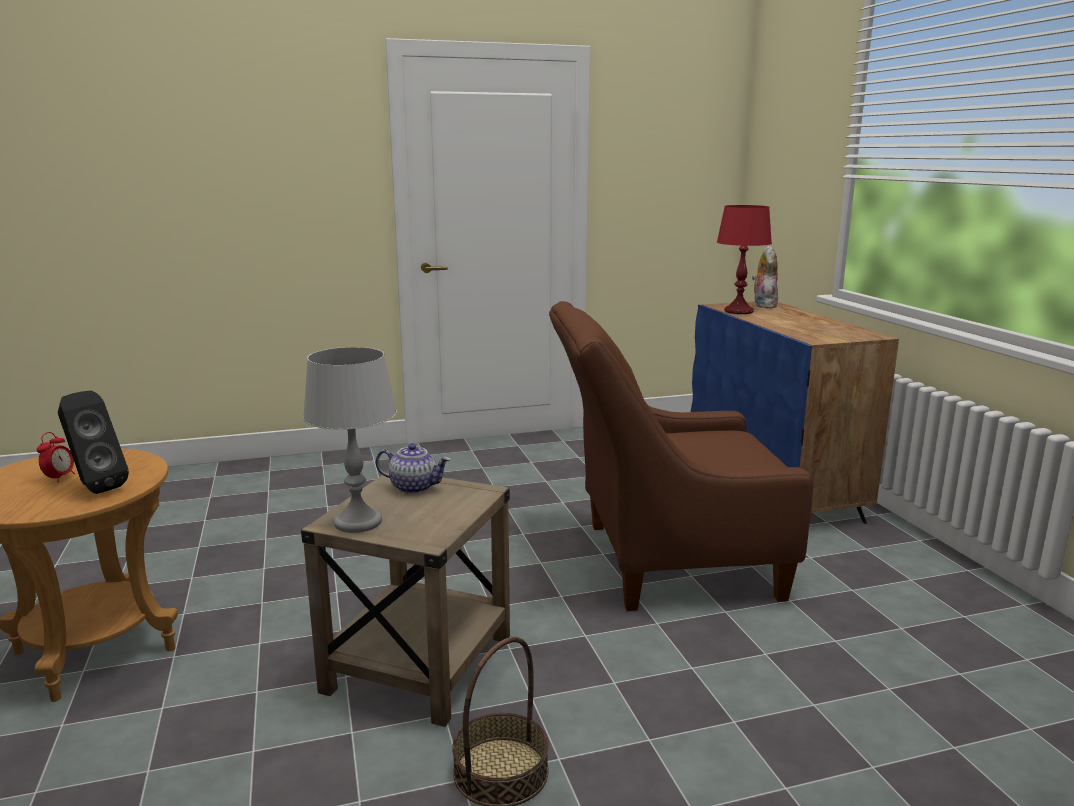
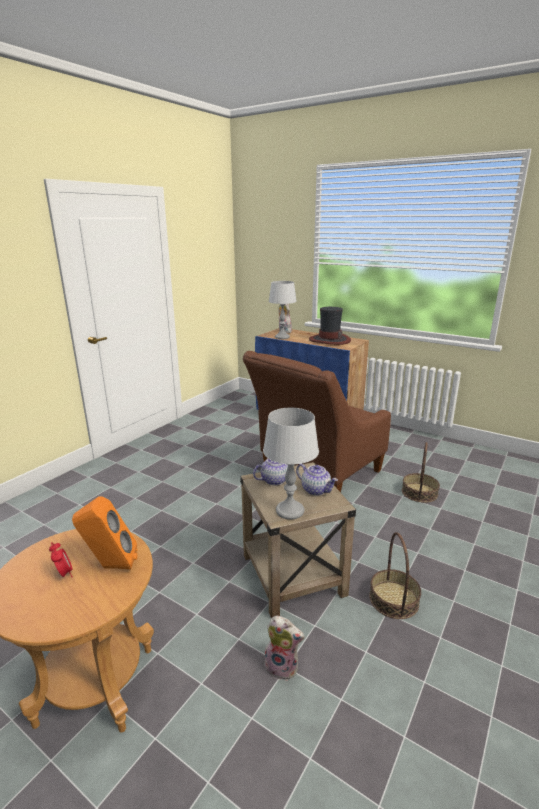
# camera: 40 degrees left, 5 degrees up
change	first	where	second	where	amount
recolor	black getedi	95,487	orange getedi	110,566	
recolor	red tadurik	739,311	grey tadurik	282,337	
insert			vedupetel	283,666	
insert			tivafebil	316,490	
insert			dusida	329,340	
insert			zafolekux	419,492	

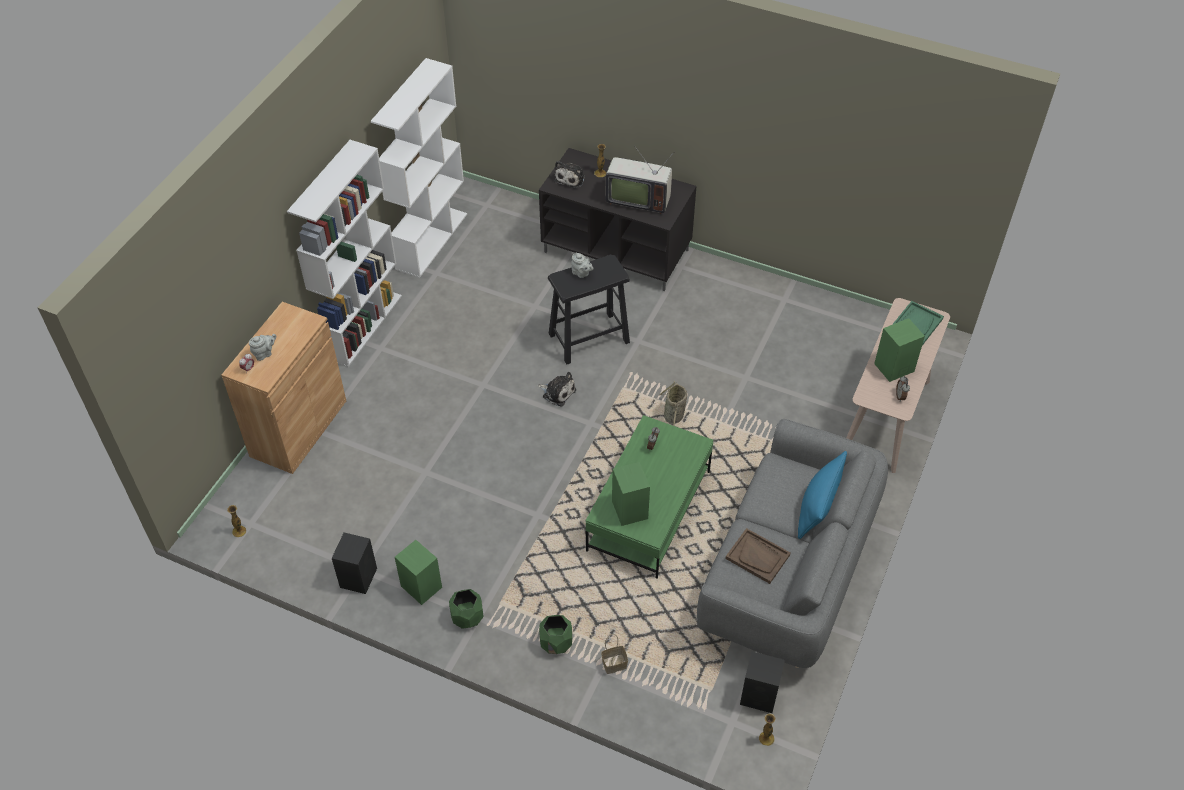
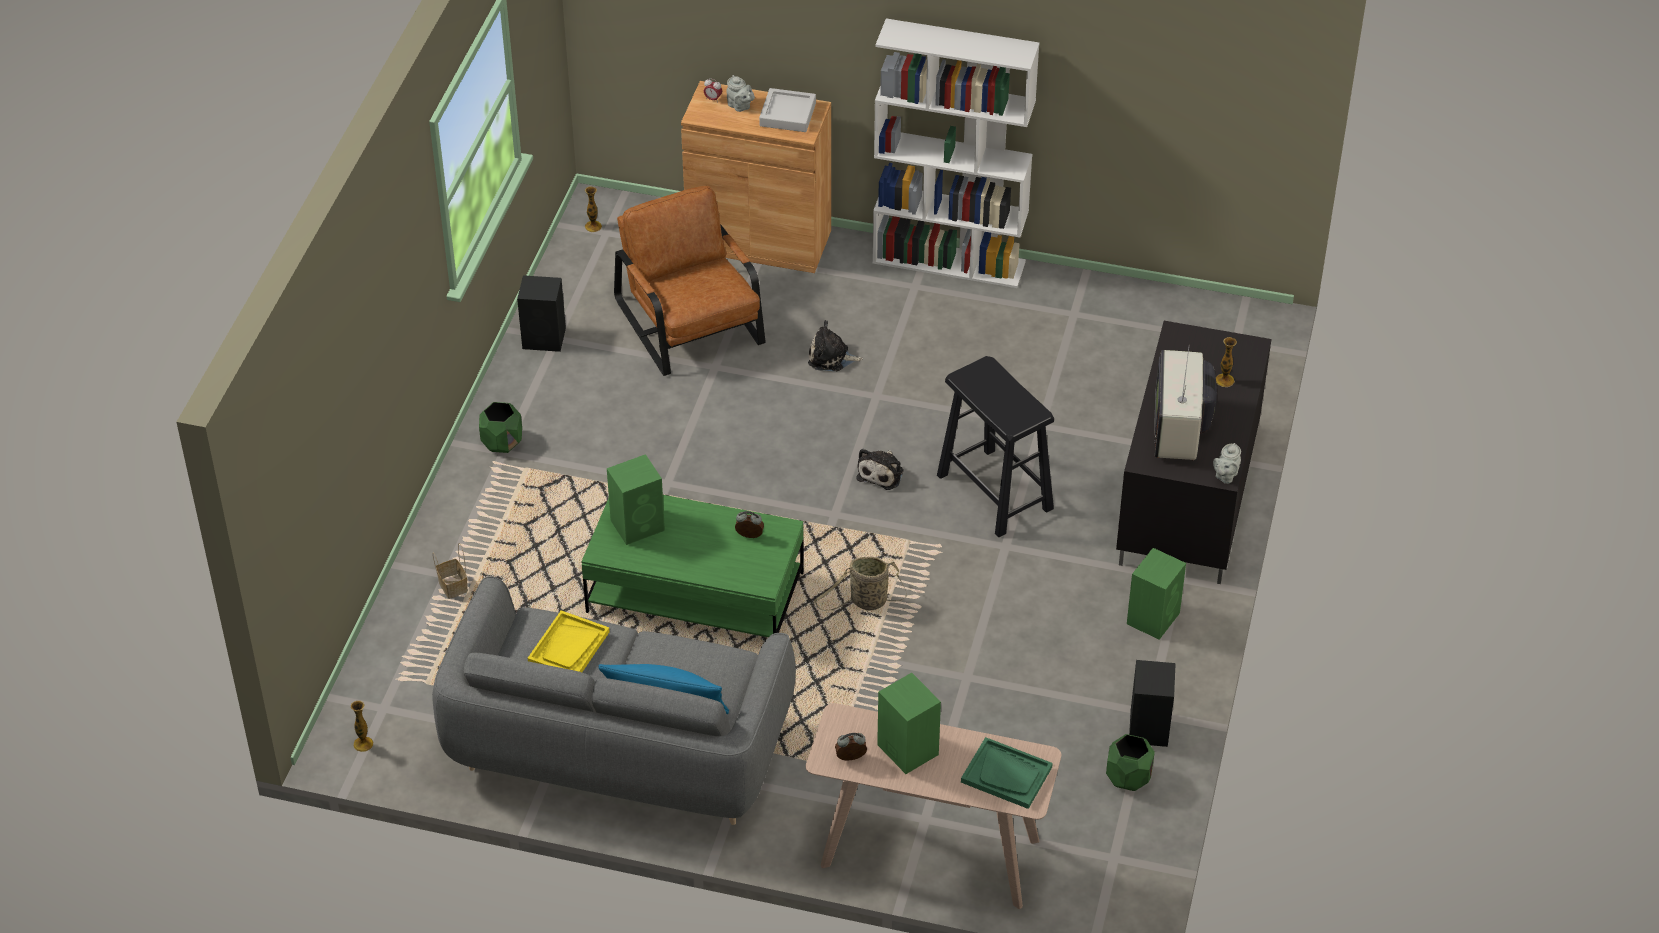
# camera: 80 degrees right, 5 degrees down
change	first	where	second	where	amount
delete	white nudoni	431,241			
move	green getedi	420,586		1153,617	
move	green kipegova	556,643		1128,778	
move	vedupetel	570,178		831,358	
move	grey tivafebil	581,273		1225,476	
recolor	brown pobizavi	757,557	yellow pobizavi	569,647	
move	black getedi	760,696		1148,729	
insert			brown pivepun	691,323	
insert			grey pobizavi	787,114	

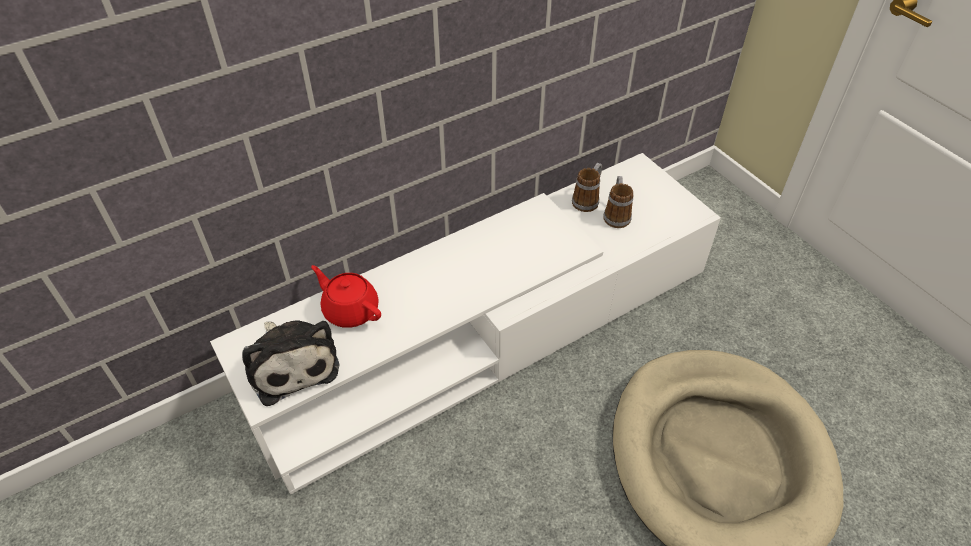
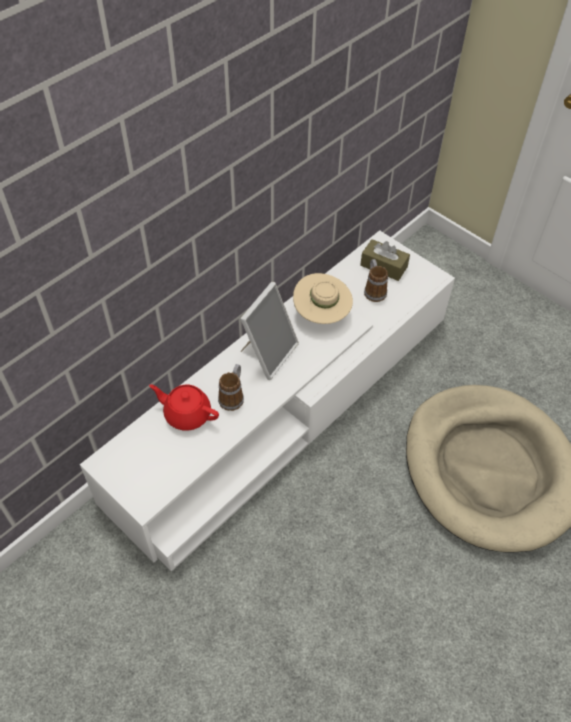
# camera: 15 degrees left, 5 degrees up
change	first	where	second	where	amount
delete	vedupetel	292,363			
move	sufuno	588,200		233,396	
insert			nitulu	268,353	
insert			beige dusida	321,314	
insert			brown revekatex	383,266	

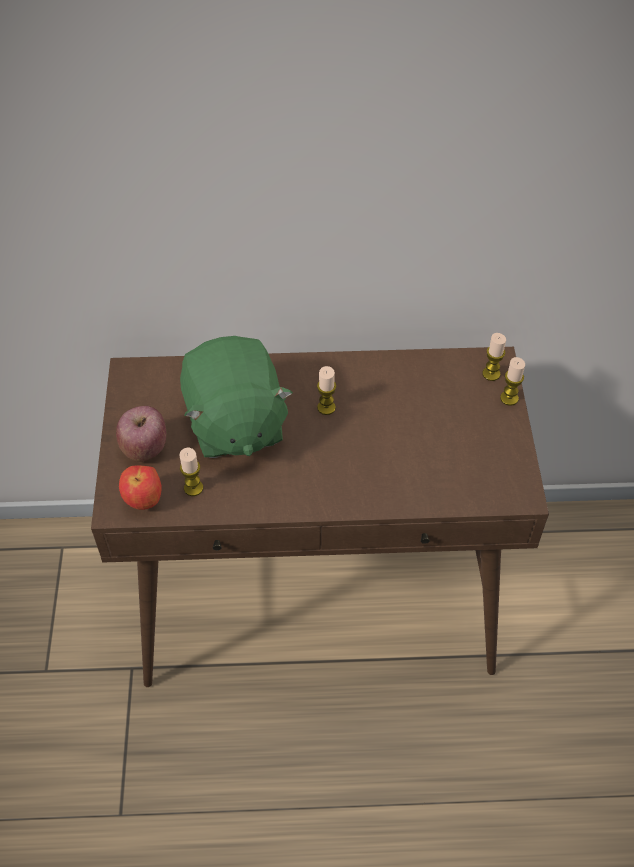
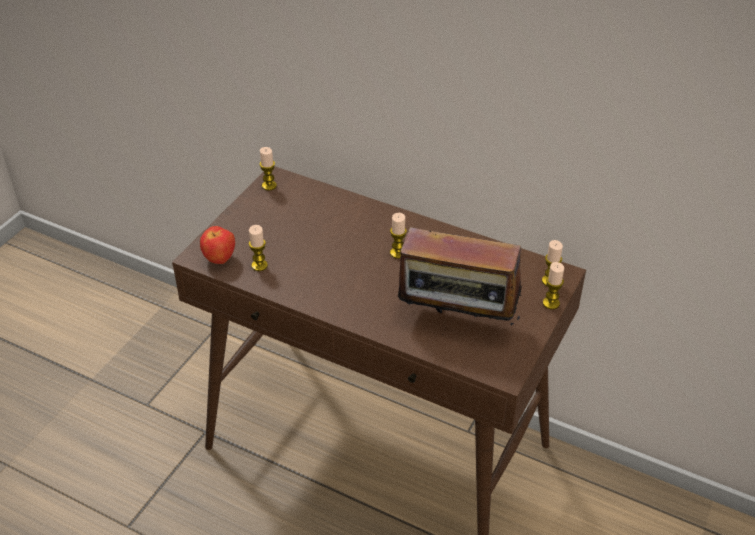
# camera: 30 degrees right, 10 degrees down
change	first	where	second	where	amount
delete	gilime	144,448			
delete	green vedupetel	234,424			
insert			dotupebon	269,186	
insert			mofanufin	457,321	

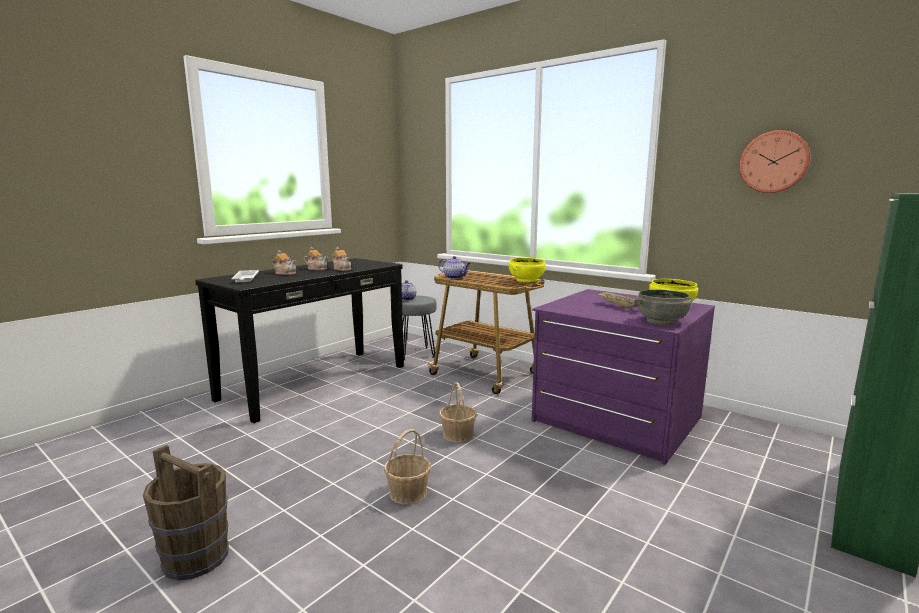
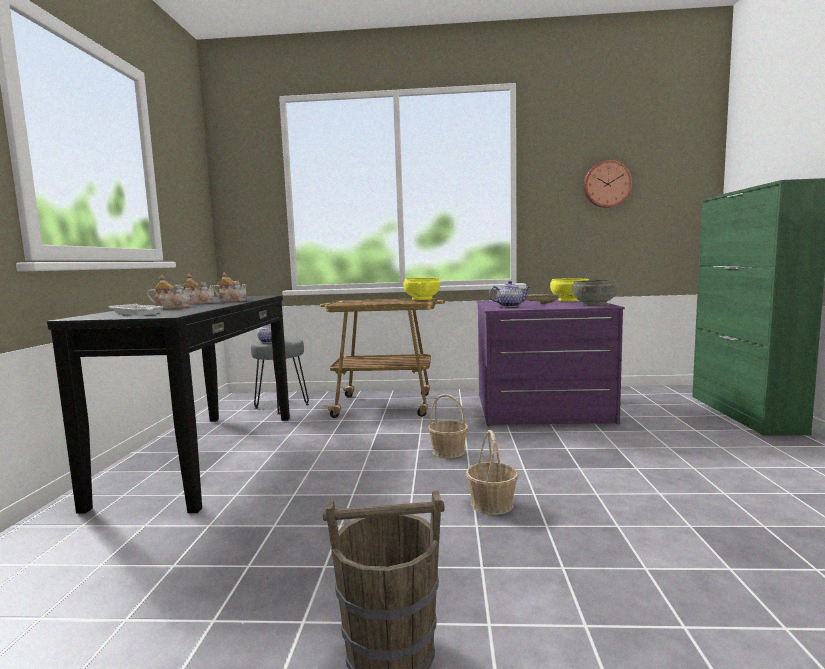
# camera: 35 degrees left, 5 degrees down
change	first	where	second	where	amount
move	tivafebil	455,277		510,306	

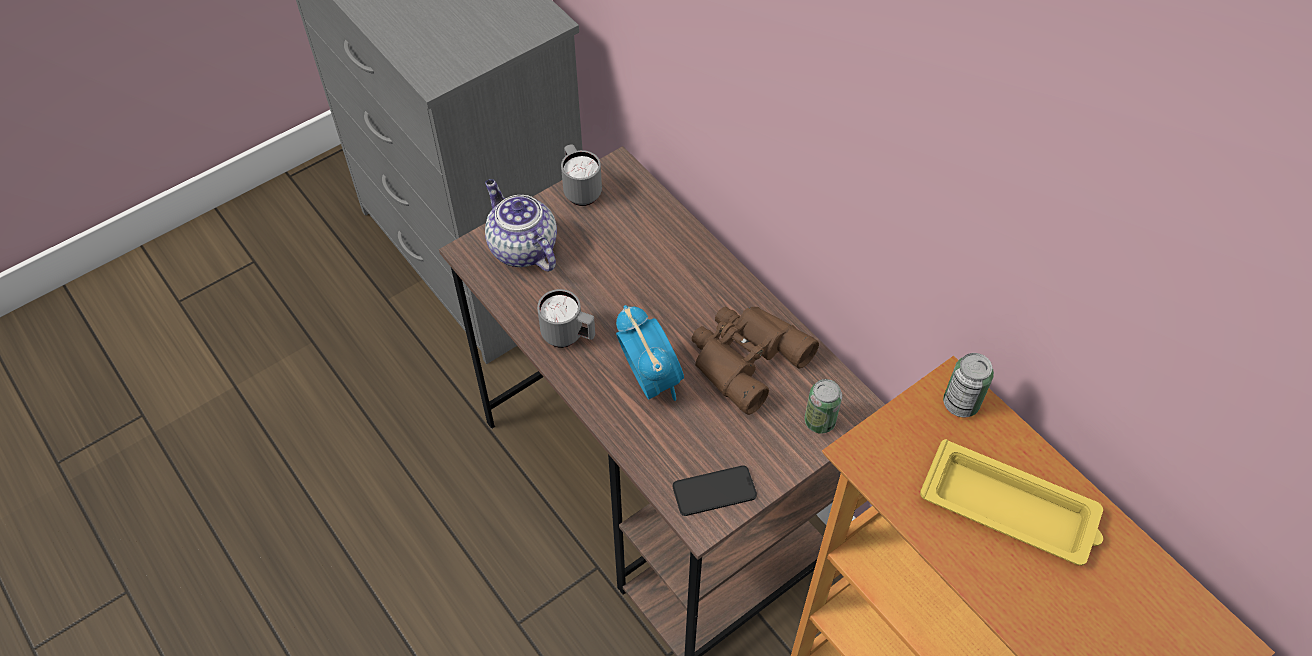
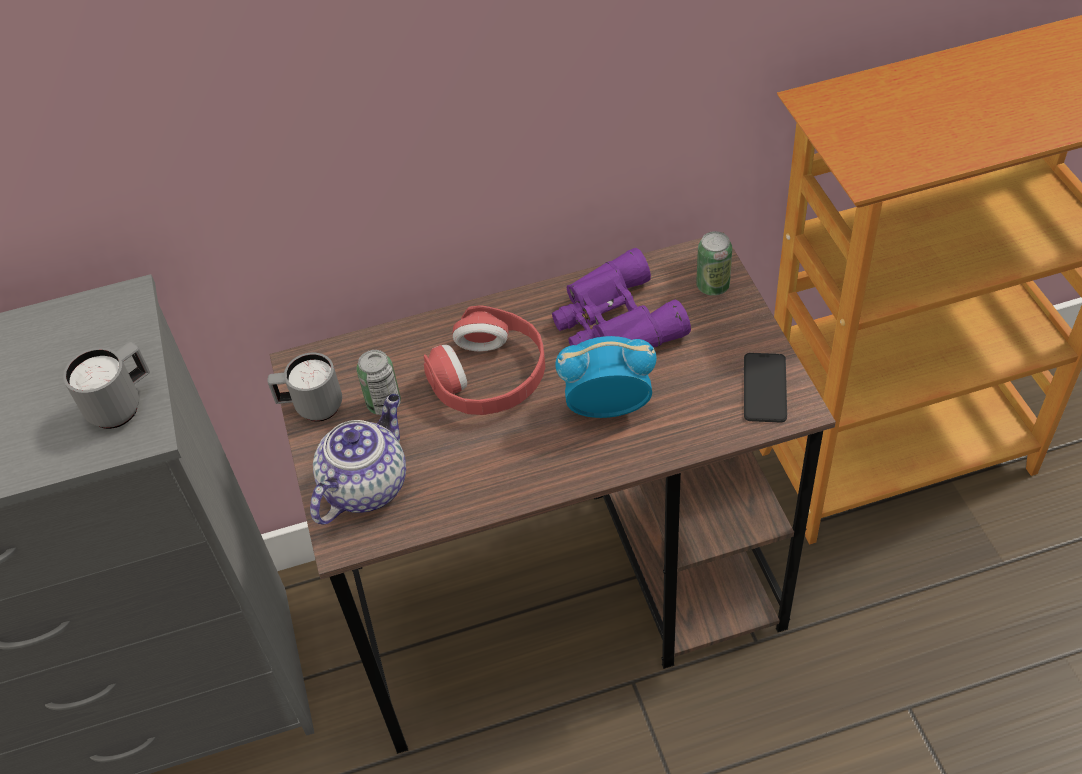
# camera: 65 degrees left, 5 degrees down
change	first	where	second	where	amount
rotate	tivafebil	521,248		366,485	135 degrees clockwise
move	grey sufuno	568,336		123,405	
recolor	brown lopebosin	744,358	purple lopebosin	613,323	
delete	yellow pobizavi	1011,509			
move	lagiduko	960,403		384,403	
insert			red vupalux	489,376	

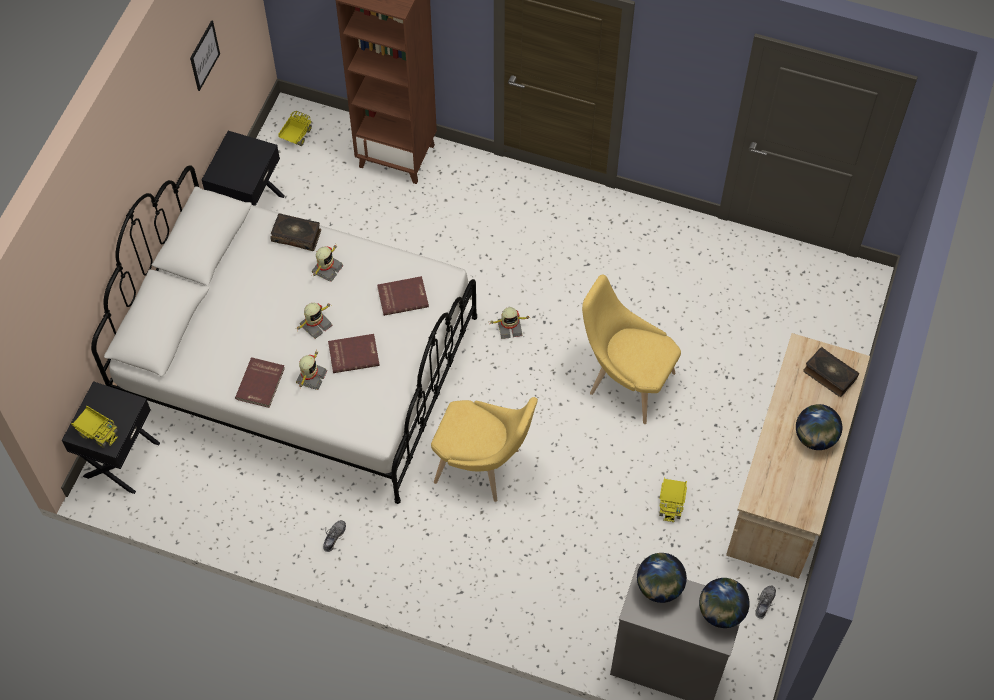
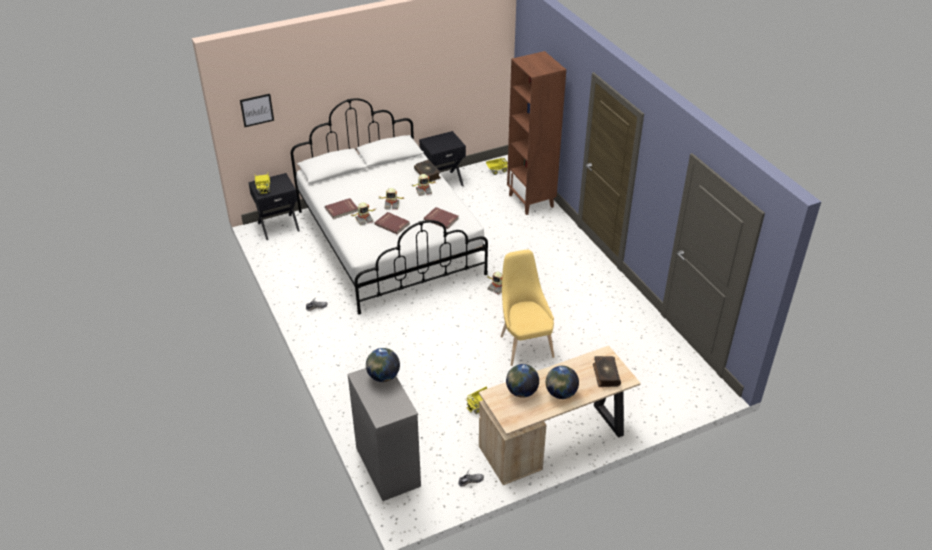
# camera: 45 degrees right, 20 degrees down
change	first	where	second	where	amount
move	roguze	204,55		257,110	
delete	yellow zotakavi	483,467			
move	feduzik	721,612		521,392	

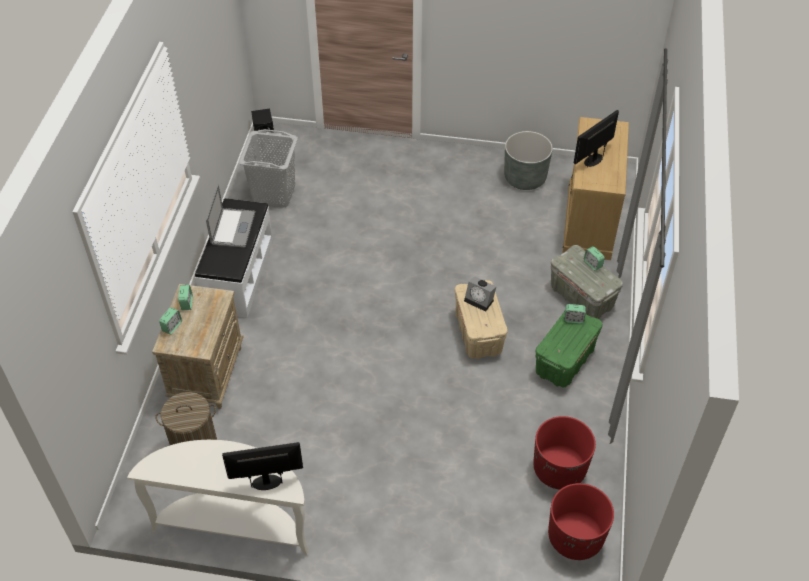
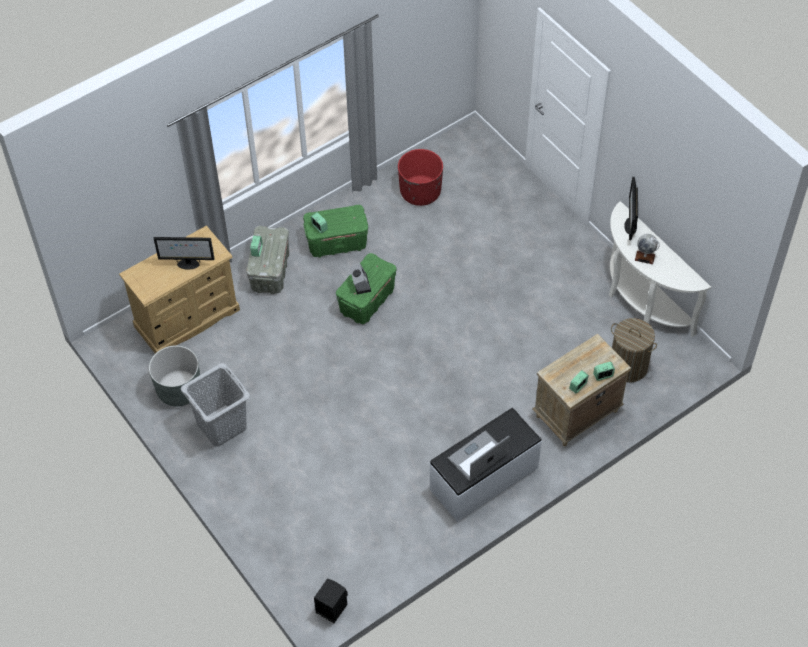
# camera: 135 degrees left, 5 degrees up
change	first	where	second	where	amount
rotate	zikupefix	267,482		630,225	60 degrees clockwise
move	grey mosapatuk	274,193		221,425	
recolor	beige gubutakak	479,334	green gubutakak	367,300	
delete	red kipegova	575,537			
insert			feduzik	645,257	

